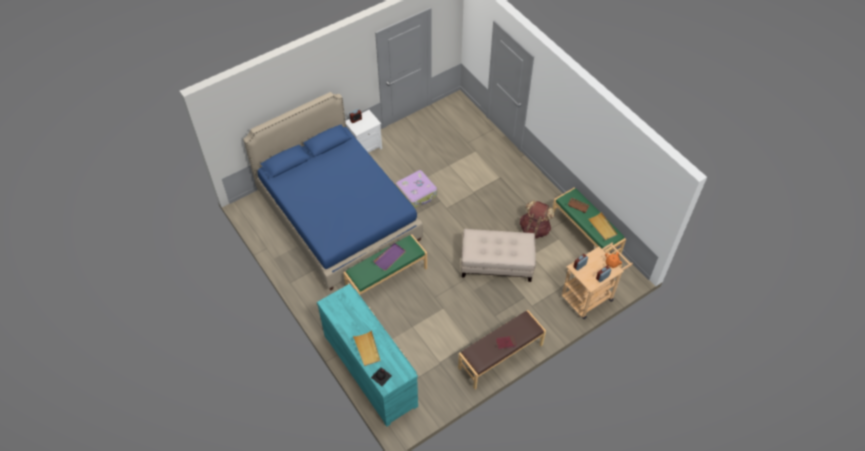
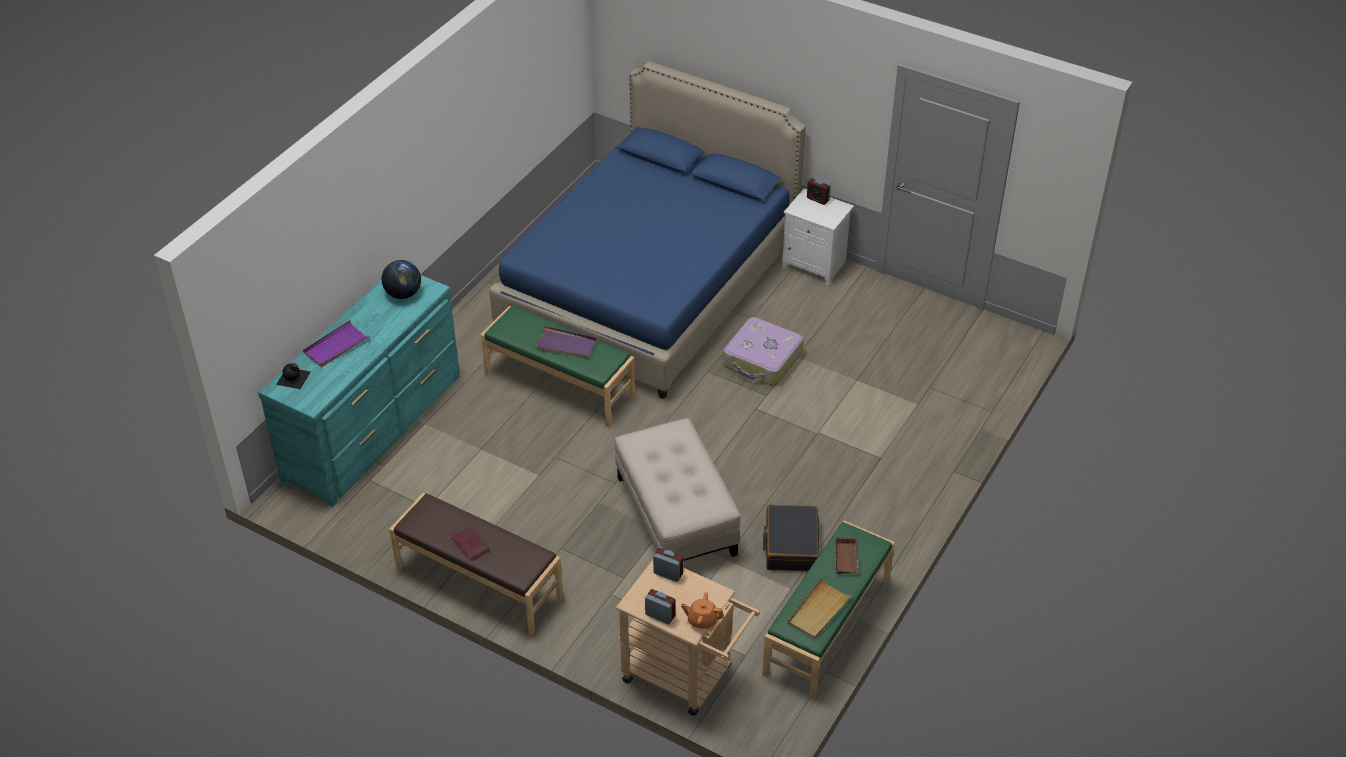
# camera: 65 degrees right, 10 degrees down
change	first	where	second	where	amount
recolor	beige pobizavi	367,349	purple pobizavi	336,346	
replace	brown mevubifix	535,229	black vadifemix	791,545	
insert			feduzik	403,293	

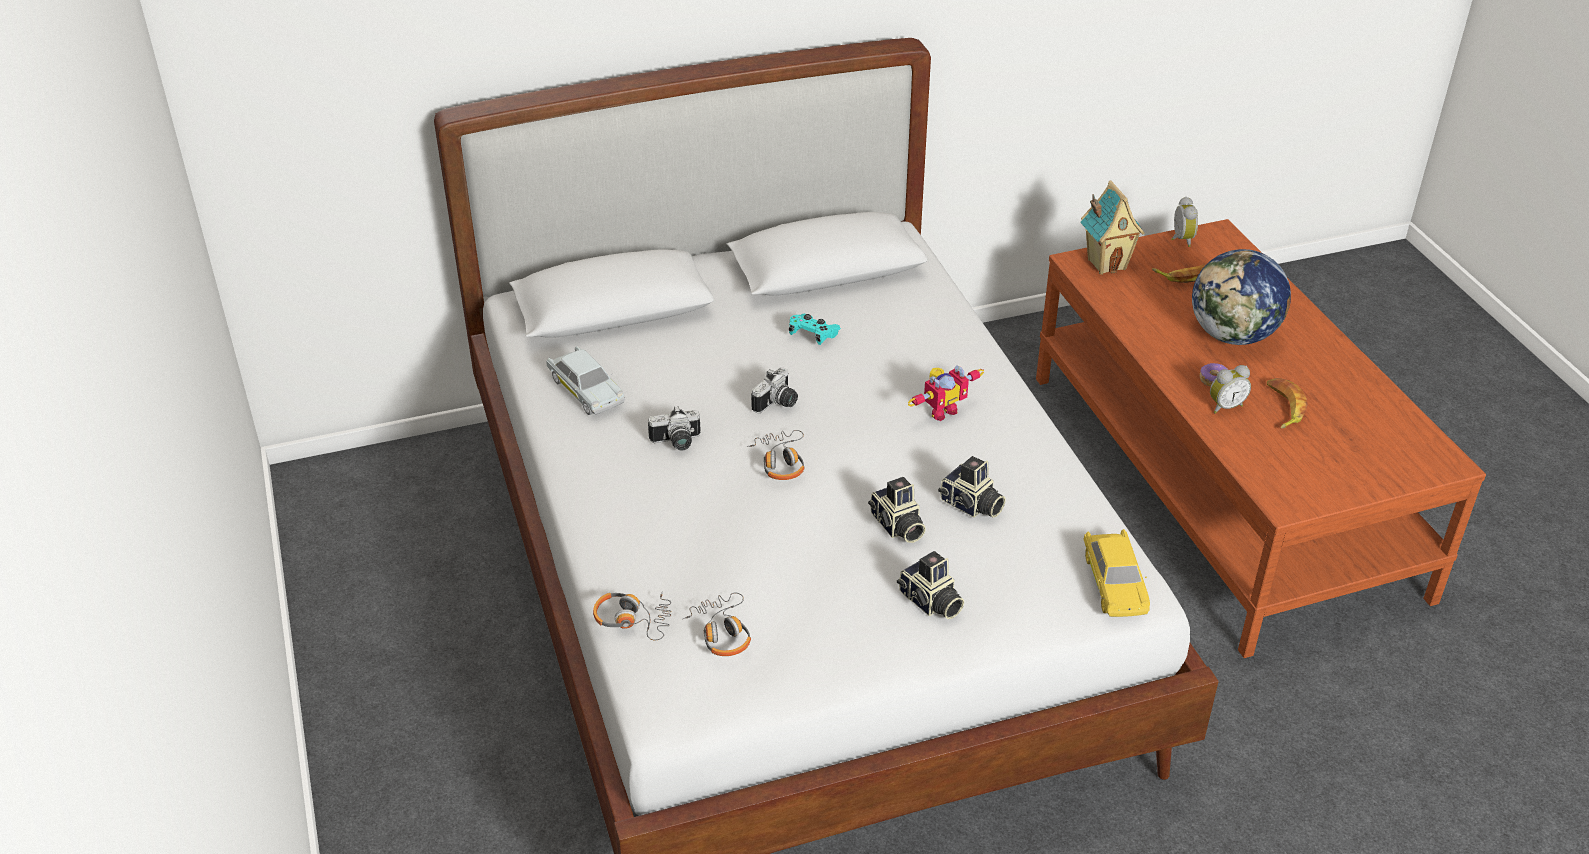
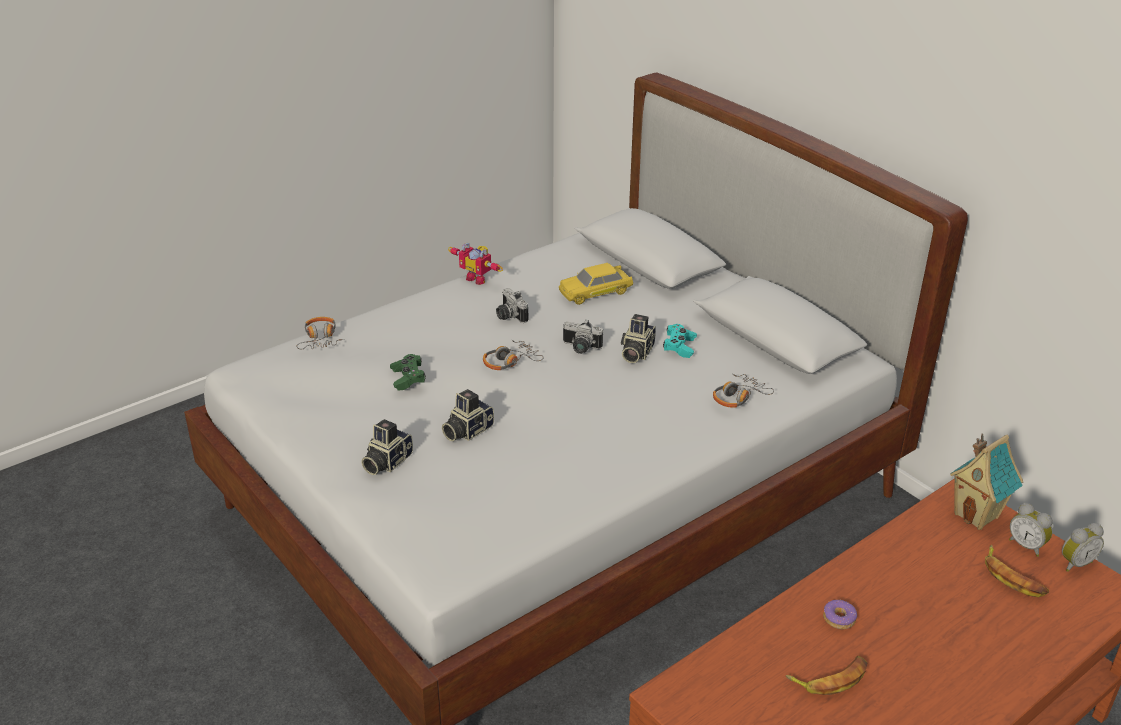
# camera: 70 degrees right, 5 degrees down
change	first	where	second	where	amount
delete	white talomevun	586,390			
move	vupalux	722,632		738,397	
move	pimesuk	941,410		478,278	
move	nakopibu	971,506		635,352	
move	yellow talomevun	1114,583		596,292	
delete	feduzik	1233,335			
move	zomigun	1225,406		1026,545	
insert			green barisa	408,378	

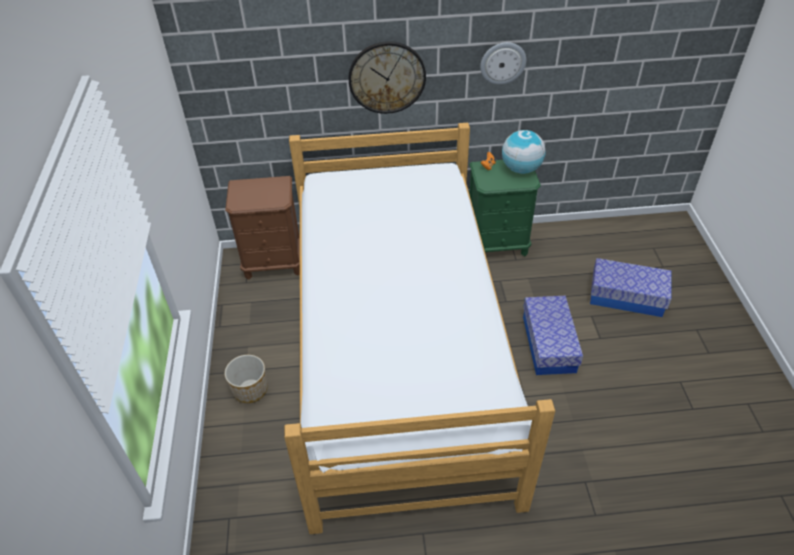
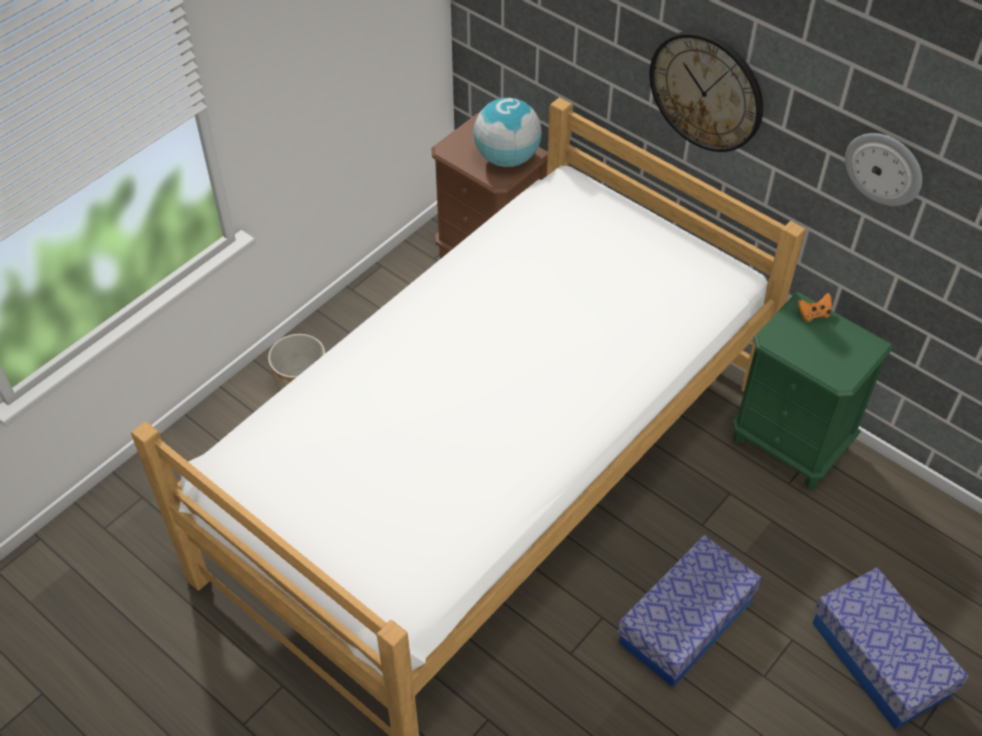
# camera: 45 degrees right, 5 degrees up
change	first	where	second	where	amount
move	feduzik	521,169		507,158	

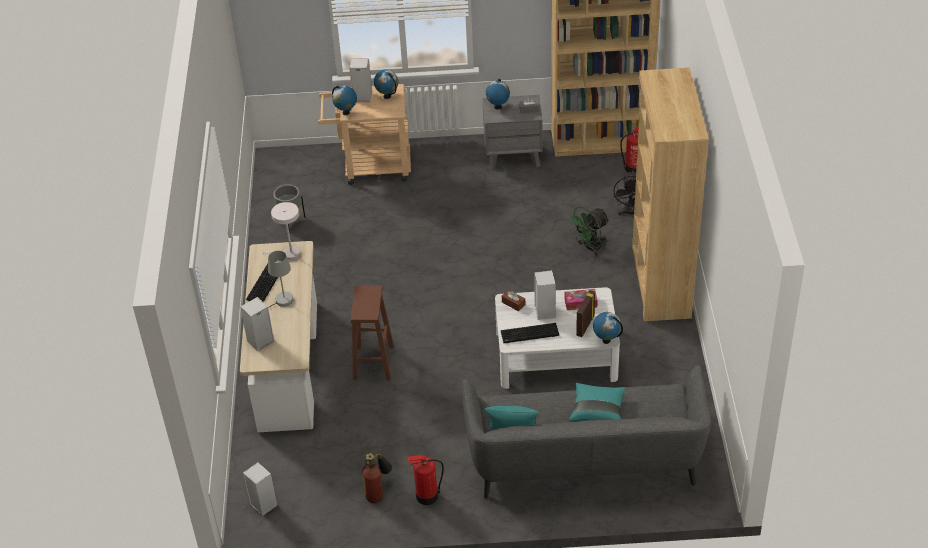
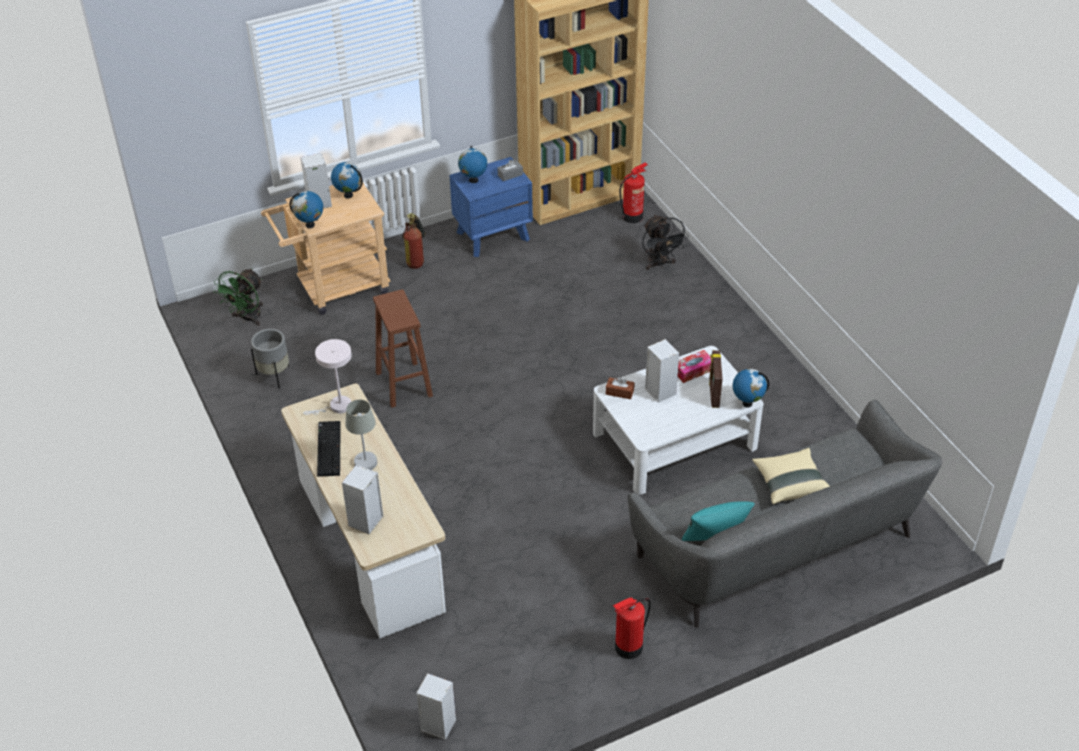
# camera: 25 degrees left, 0 degrees up
change	first	where	second	where	amount
move	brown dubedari	373,363		404,385	
move	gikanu	378,492		417,259	
recolor	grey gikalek	513,155	blue gikalek	493,235	
delete	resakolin	529,334			
move	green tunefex	589,248		247,318	
recolor	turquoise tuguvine	598,411	beige tuguvine	790,484	
delete	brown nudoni	660,282			

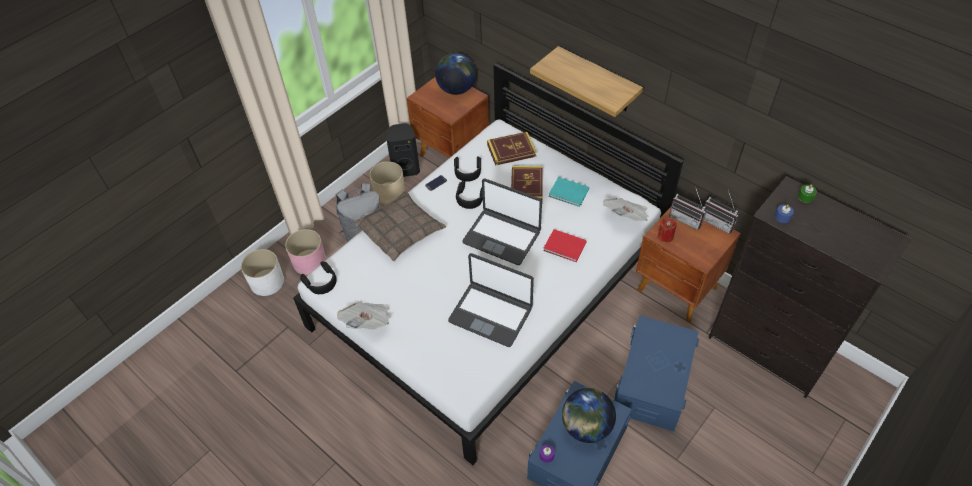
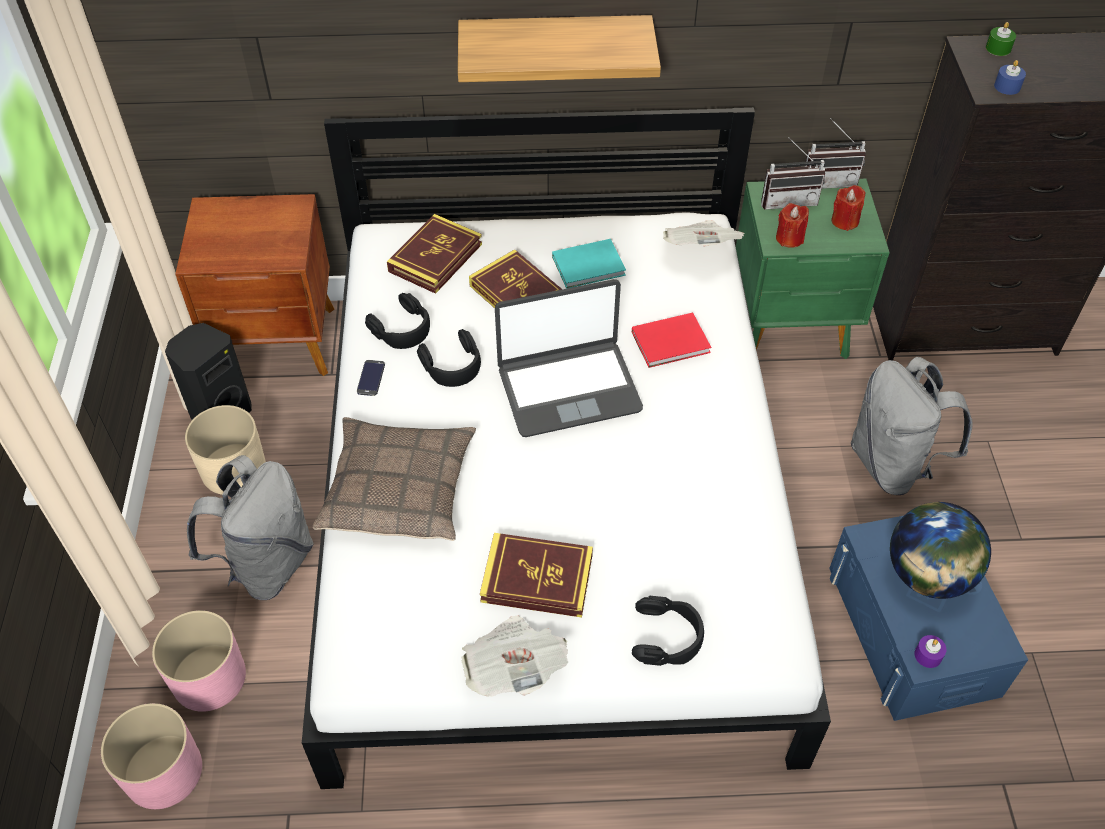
# camera: 45 degrees left, 0 degrees up
change	first	where	second	where	amount
recolor	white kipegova	267,282	pink kipegova	163,771	
move	black vupalux	321,282		667,637	
delete	feduzik	456,89			
delete	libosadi	491,314			
replace	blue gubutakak	653,382	grey mevubifix	892,465	
recolor	brown gikalek	677,290	green gikalek	791,328	
insert			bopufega	537,578	
insert			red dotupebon	845,221	

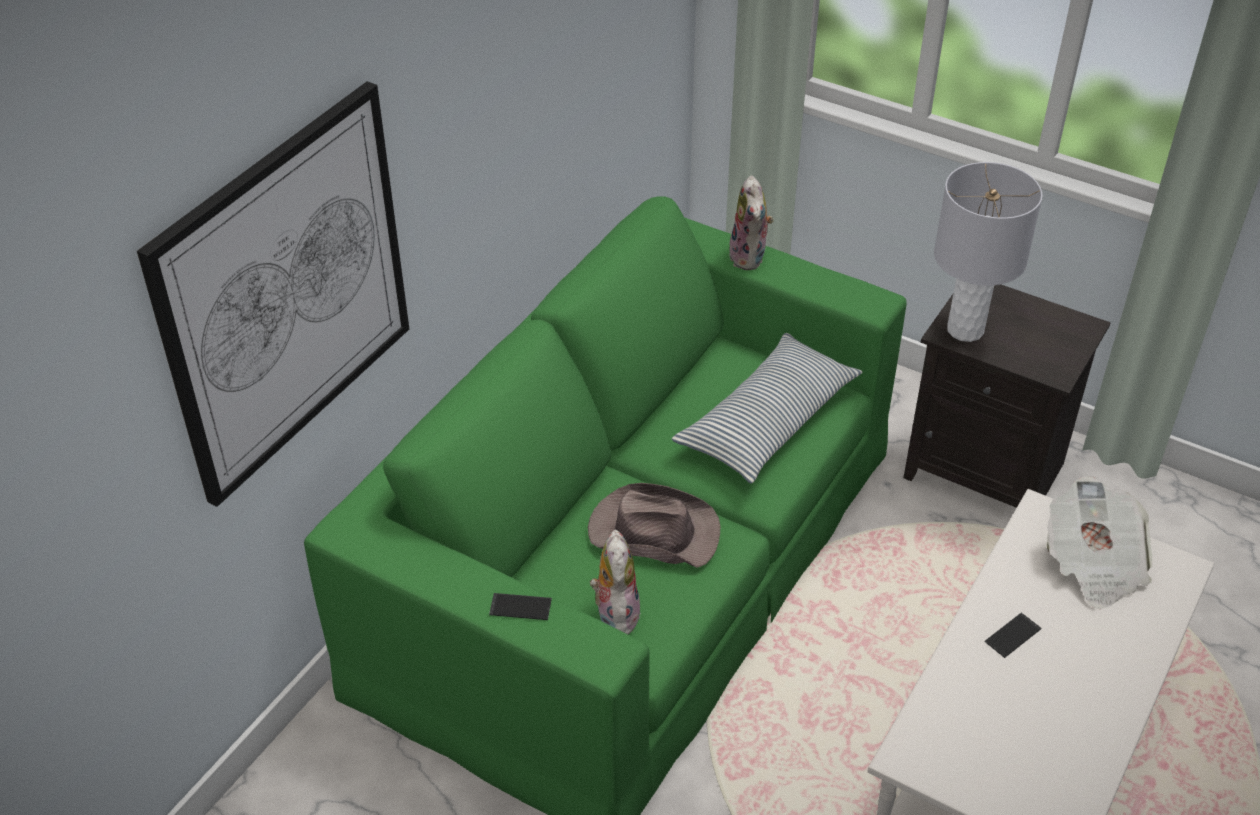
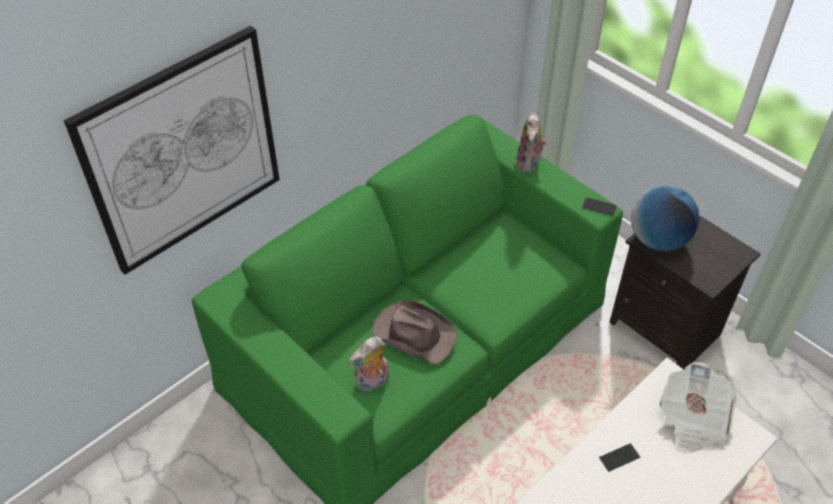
# camera: 15 degrees right, 5 degrees up
change	first	where	second	where	amount
move	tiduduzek	520,607		599,206	
rotate	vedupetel	615,613		372,382	135 degrees counterclockwise
delete	tuguvine	768,421			
replace	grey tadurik	965,330	feduzik	658,240	

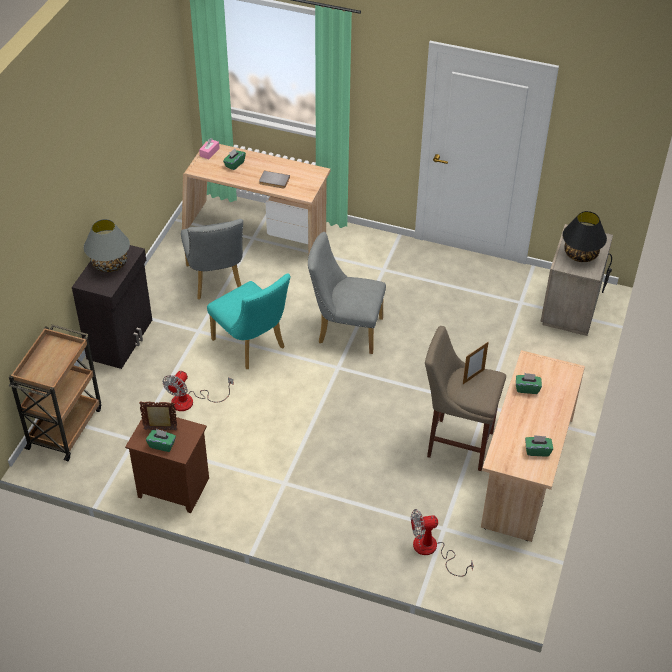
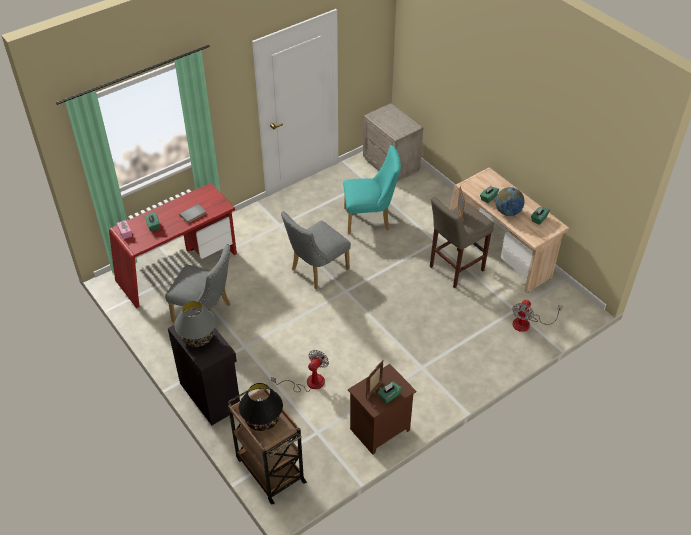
# camera: 55 degrees left, 0 degrees up
change	first	where	second	where	amount
rotate	tunefex	190,401		308,382	120 degrees counterclockwise
recolor	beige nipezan	256,232	red nipezan	179,269	
move	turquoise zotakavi	252,346		370,219	
move	black tadurik	581,254		262,419	
insert			feduzik	508,212	

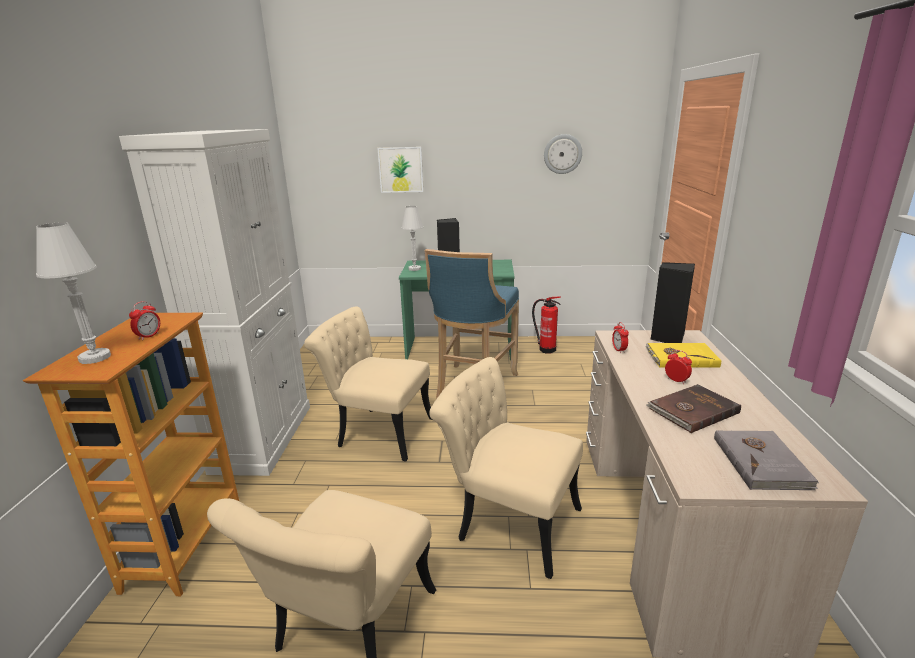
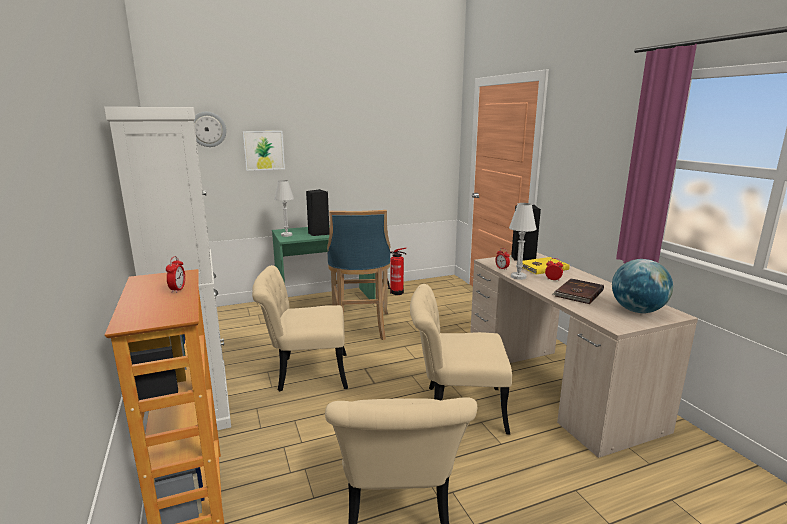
# camera: 25 degrees left, 5 degrees down
change	first	where	second	where	amount
move	white tadurik	95,358		518,277	
move	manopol	562,154		208,129	
replace	grey bopufega	762,462	feduzik	637,311	

